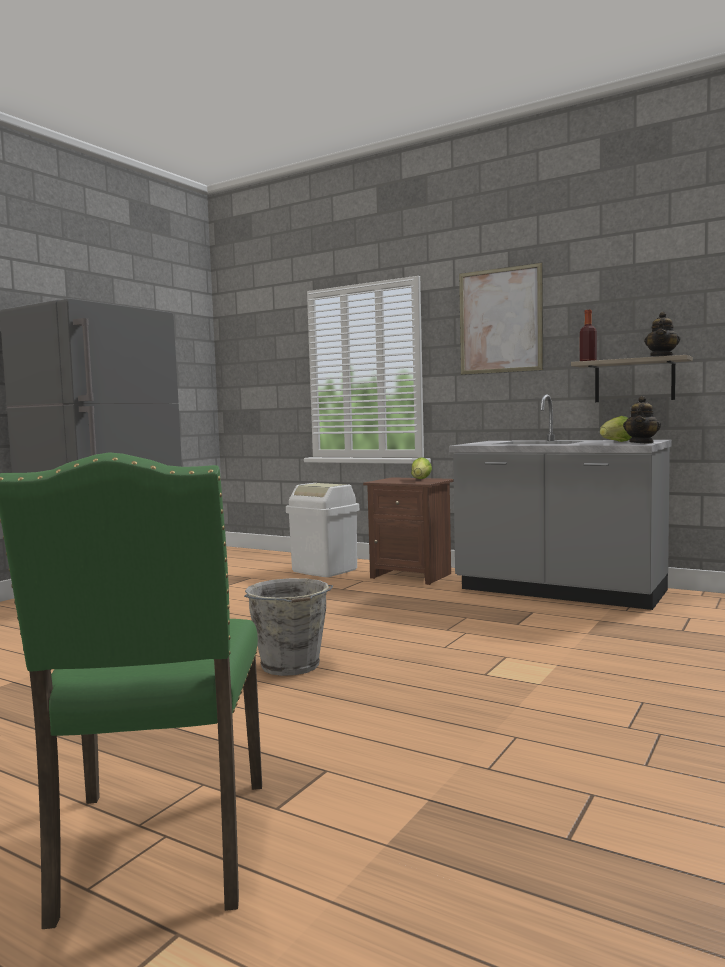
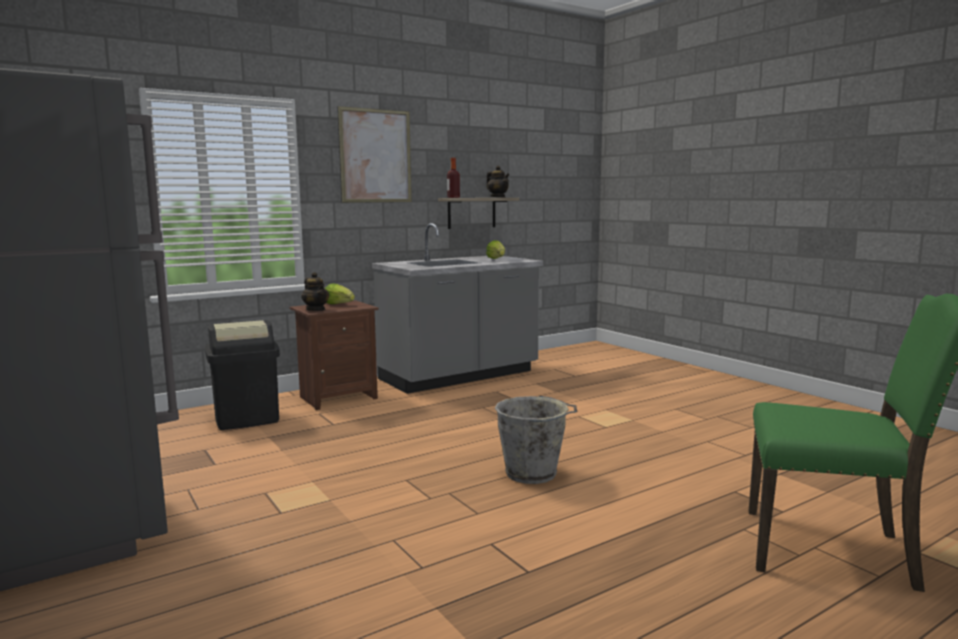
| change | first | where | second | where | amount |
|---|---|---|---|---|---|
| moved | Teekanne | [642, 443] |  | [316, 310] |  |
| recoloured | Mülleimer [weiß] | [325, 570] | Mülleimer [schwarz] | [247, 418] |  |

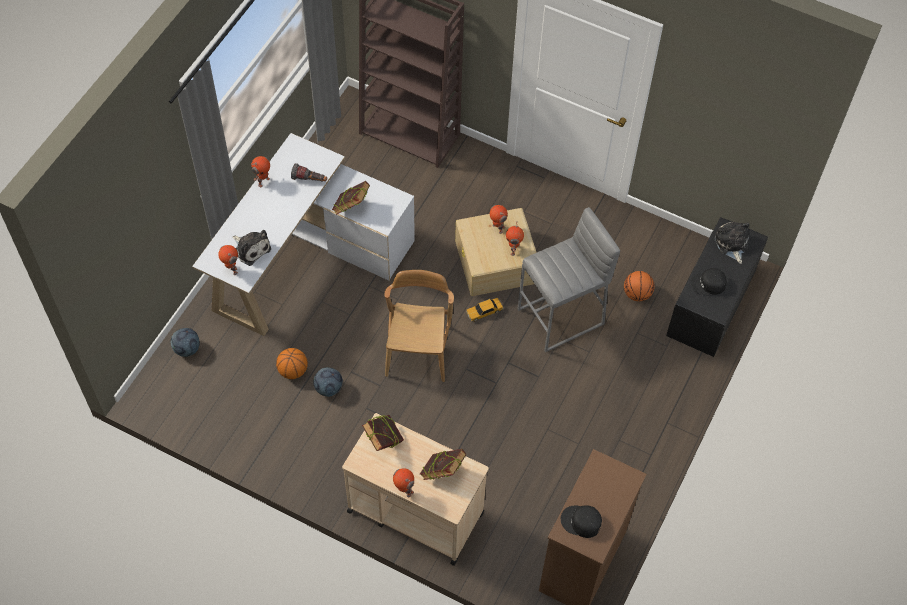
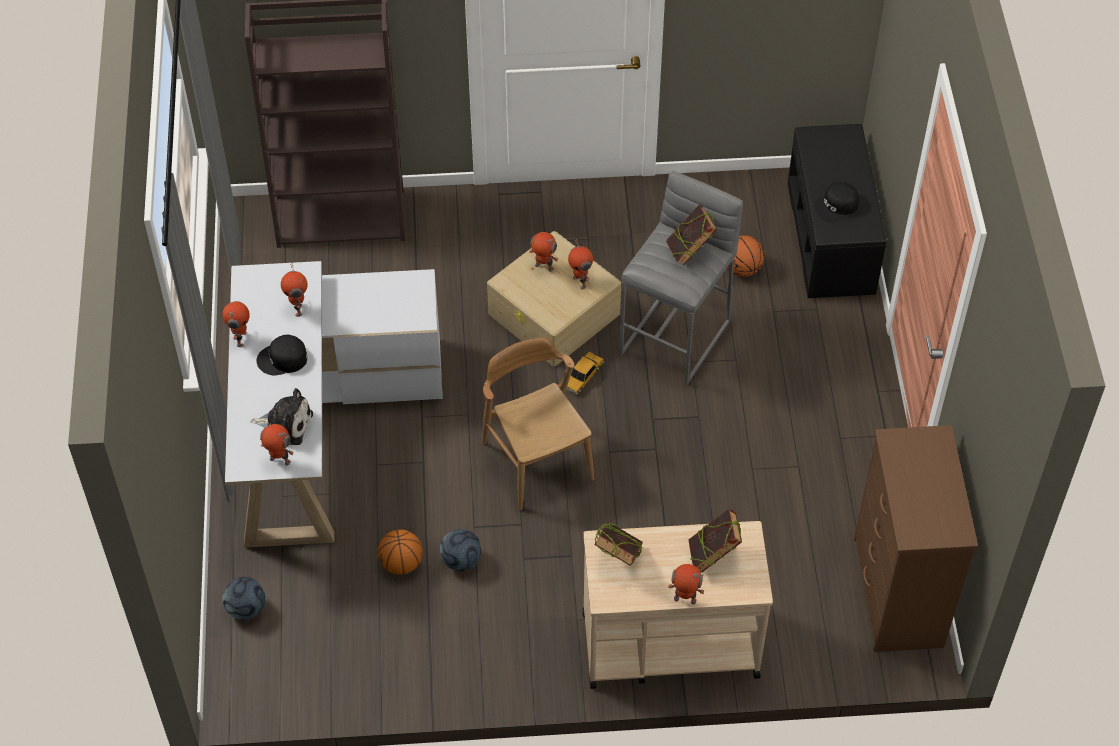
| change | first | where | second | where | amount |
|---|---|---|---|---|---|
| replaced | Taschenlampe | [309, 180] | Spielzeugroboter | [298, 308] |  |
| moved | Buch | [351, 208] |  | [690, 251] |  |
| removed | Plüschtier | [731, 244] |  |  |  |
| moved | Kappe [schwarz] | [581, 522] |  | [283, 359] |  |

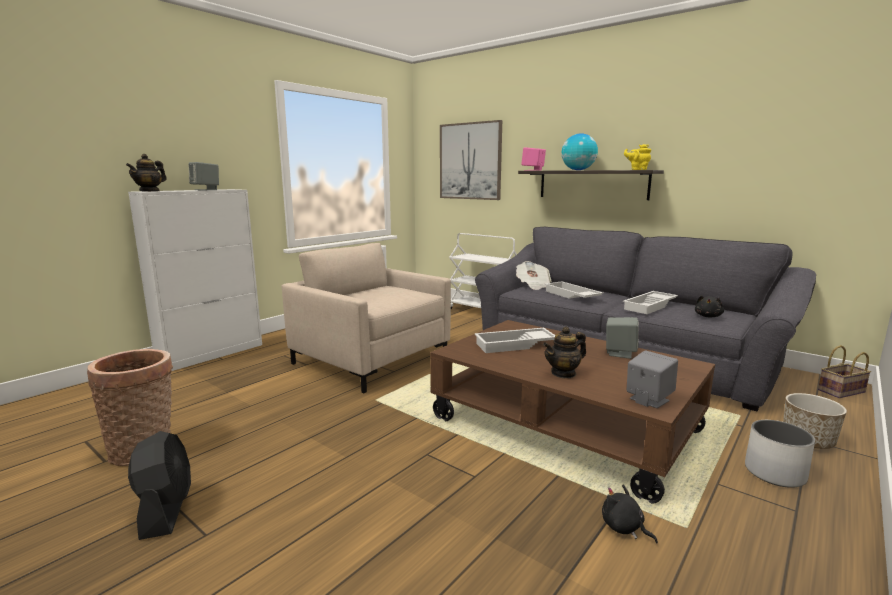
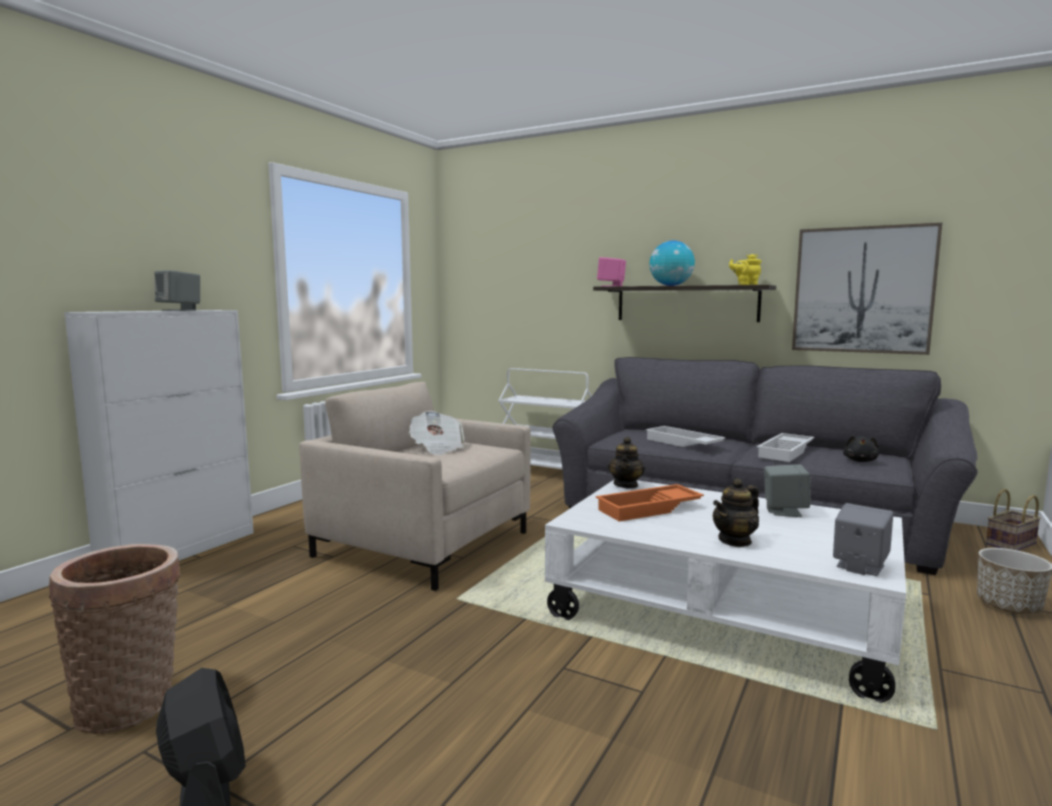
| change | first | where | second | where | amount |
|---|---|---|---|---|---|
| moved | Bild | [470, 161] |  | [862, 290] |  |
| moved | Teekanne | [150, 191] |  | [626, 485] |  |
| moved | Zeitung | [533, 285] |  | [437, 448] |  |
| recoloured | Couchtisch [braun] | [564, 425] | Couchtisch [weiß] | [722, 611] |  |
| recoloured | Tablett [weiß] | [515, 345] | Tablett [orange] | [649, 509] |  |
| removed | Pflanzkübel [weiß] | [775, 473] |  |  |  |
| removed | Plüschtier [schwarz] | [624, 528] |  |  |  |

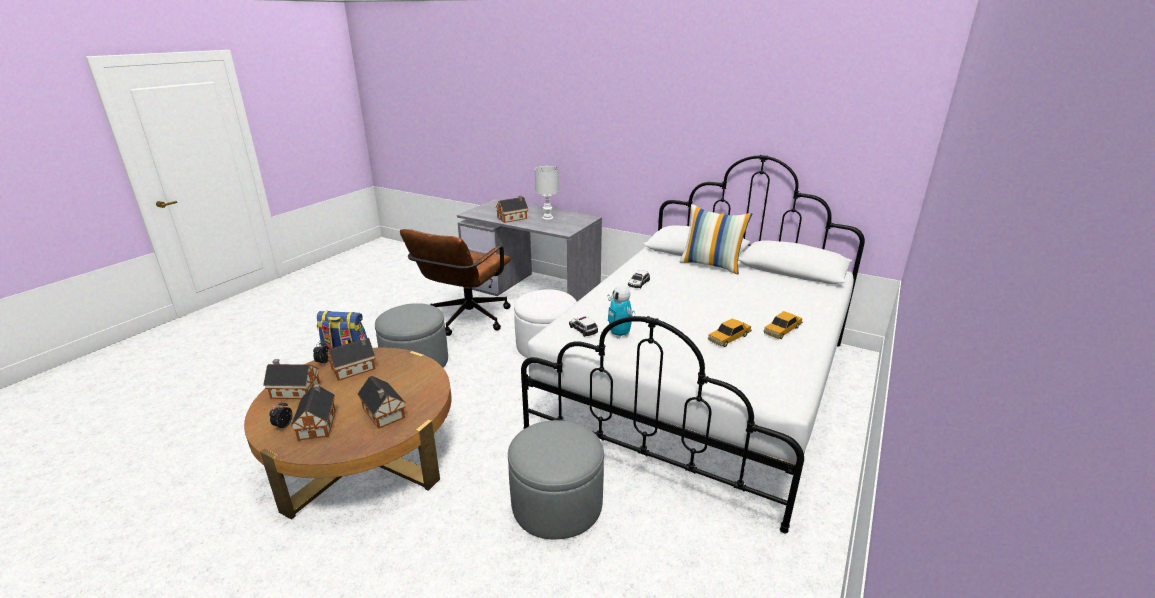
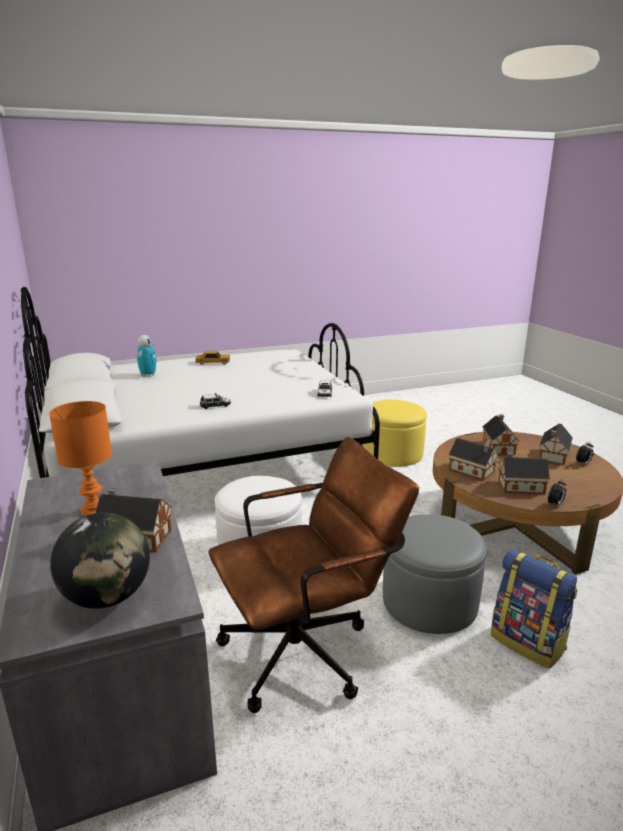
| change | first | where | second | where | amount |
|---|---|---|---|---|---|
| recoloured | Tischlampe [weiß] | [547, 218] | Tischlampe [orange] | [92, 510] |  |
| removed | Kissen | [711, 265] |  |  |  |
| moved | Spielzeugroboter | [619, 335] |  | [148, 375] |  |
| removed | Spielzeugauto | [729, 338] |  |  |  |
| moved | Spielzeughaus | [294, 391] |  | [473, 471] |  |
| recoloured | Polsterhocker [grau] | [557, 503] | Polsterhocker [gelb] | [392, 453] |  |
| added |  |  | Globus | [107, 597] |  |

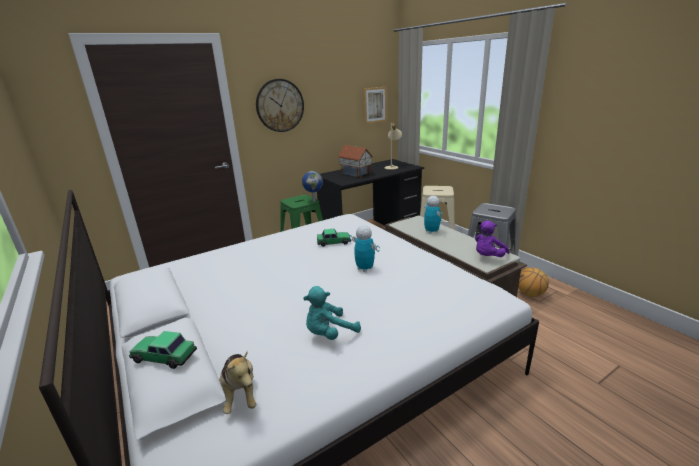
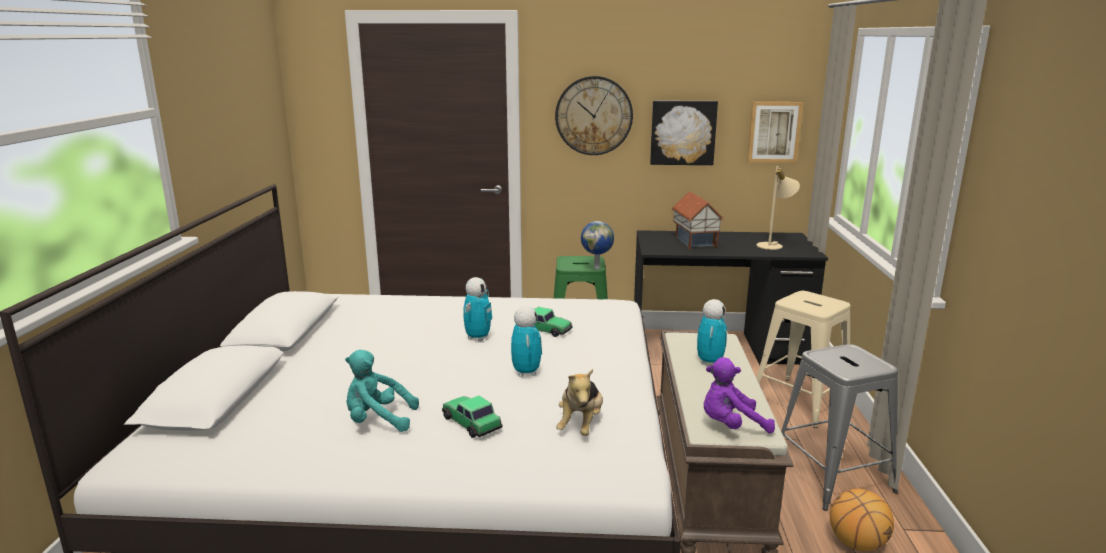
| change | first | where | second | where | amount |
|---|---|---|---|---|---|
| moved | Spielzeugauto | [164, 356] |  | [471, 422] |  |
| moved | Plüschtier | [240, 394] |  | [581, 425] |  |
| added |  |  | Bild | [682, 132] |  |
| added |  |  | Spielzeugroboter | [478, 338] |  |

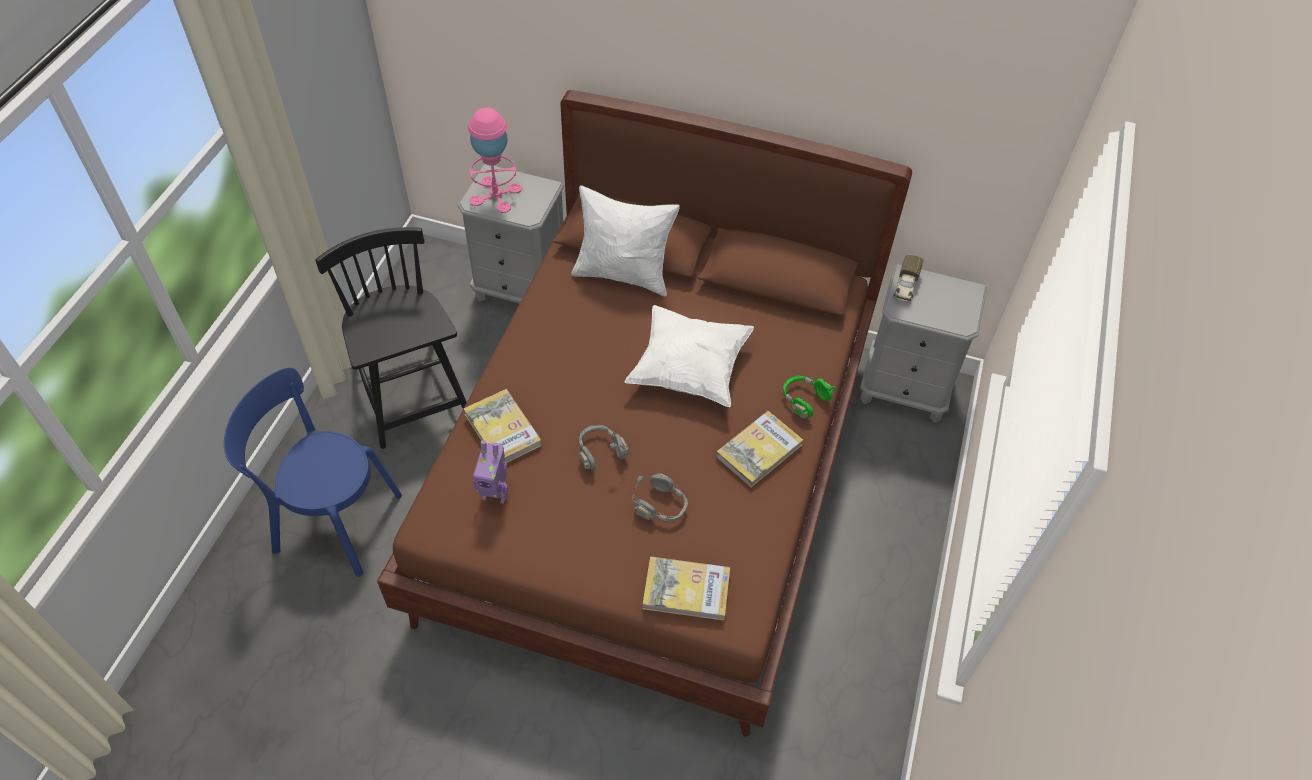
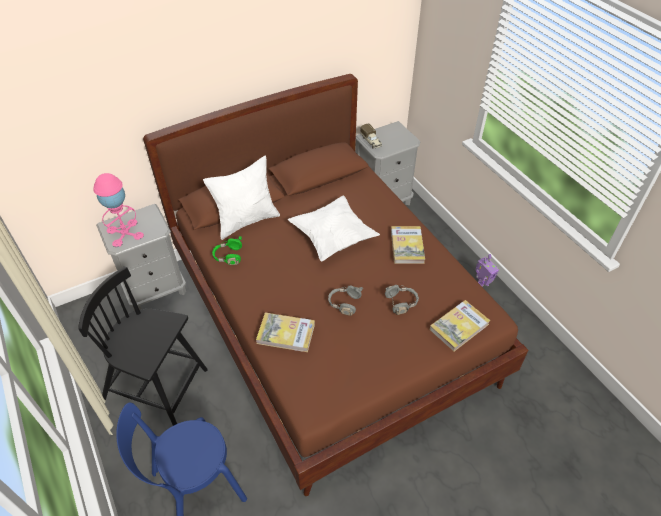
| change | first | where | second | where | amount |
|---|---|---|---|---|---|
| moved | Kopfhörer [grün] | [804, 400] |  | [228, 256] |  |
| moved | Spielzeugroboter | [495, 494] |  | [481, 285] |  |

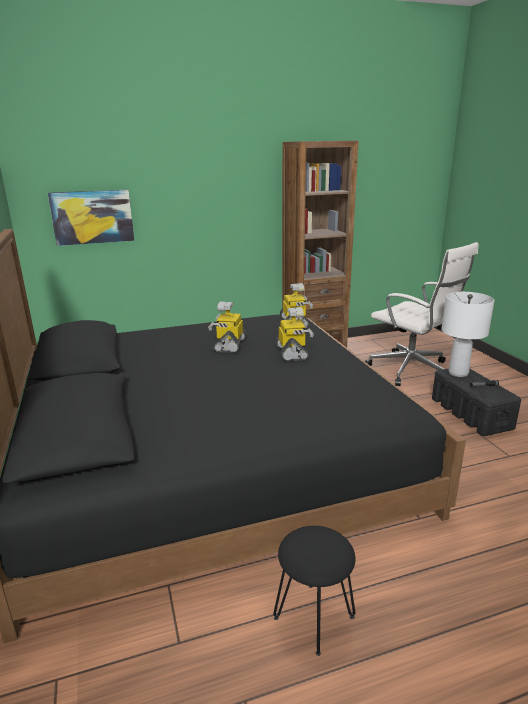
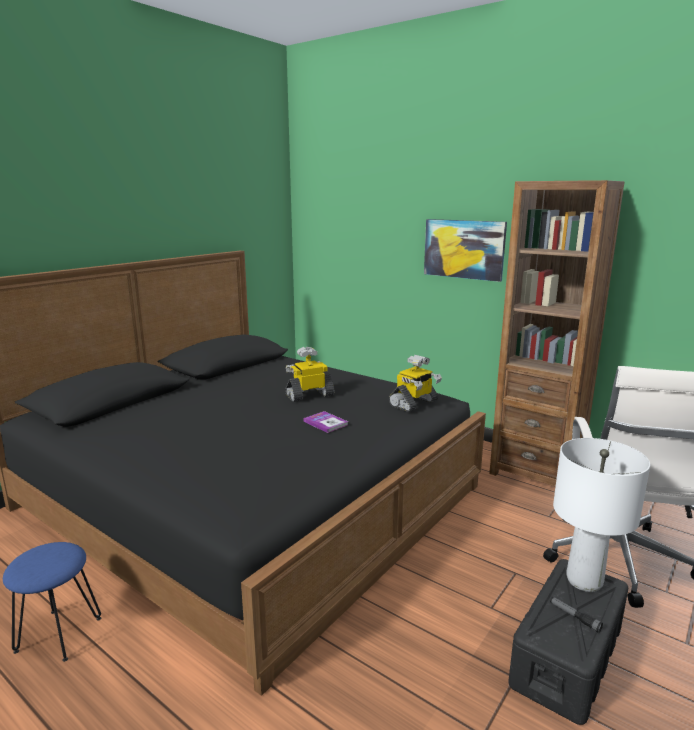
| change | first | where | second | where | amount |
|---|---|---|---|---|---|
| moved | Bild | [92, 217] |  | [464, 249] |  |
| replaced | Spielzeugroboter | [292, 352] | Buch | [325, 423] |  |
| recoloured | Hocker [schwarz] | [314, 617] | Hocker [blau] | [58, 635] |  |

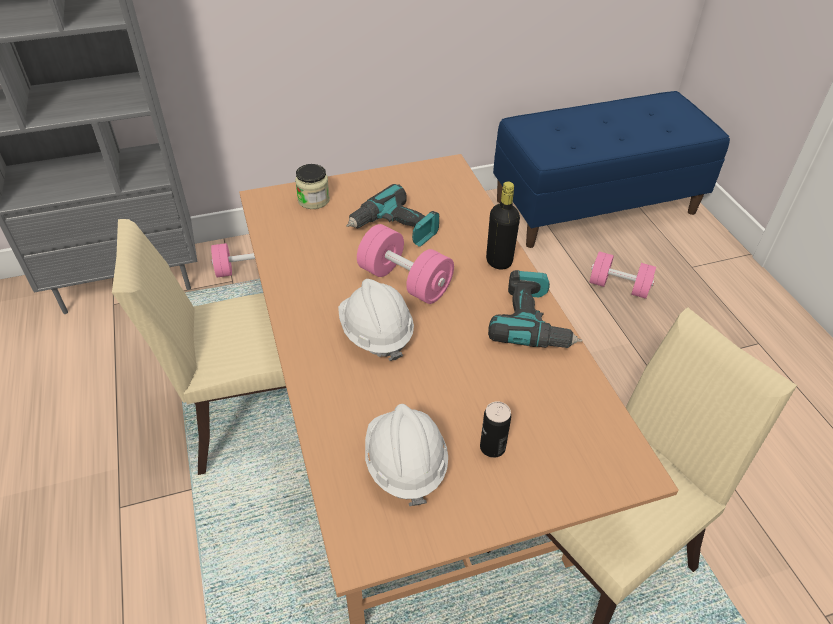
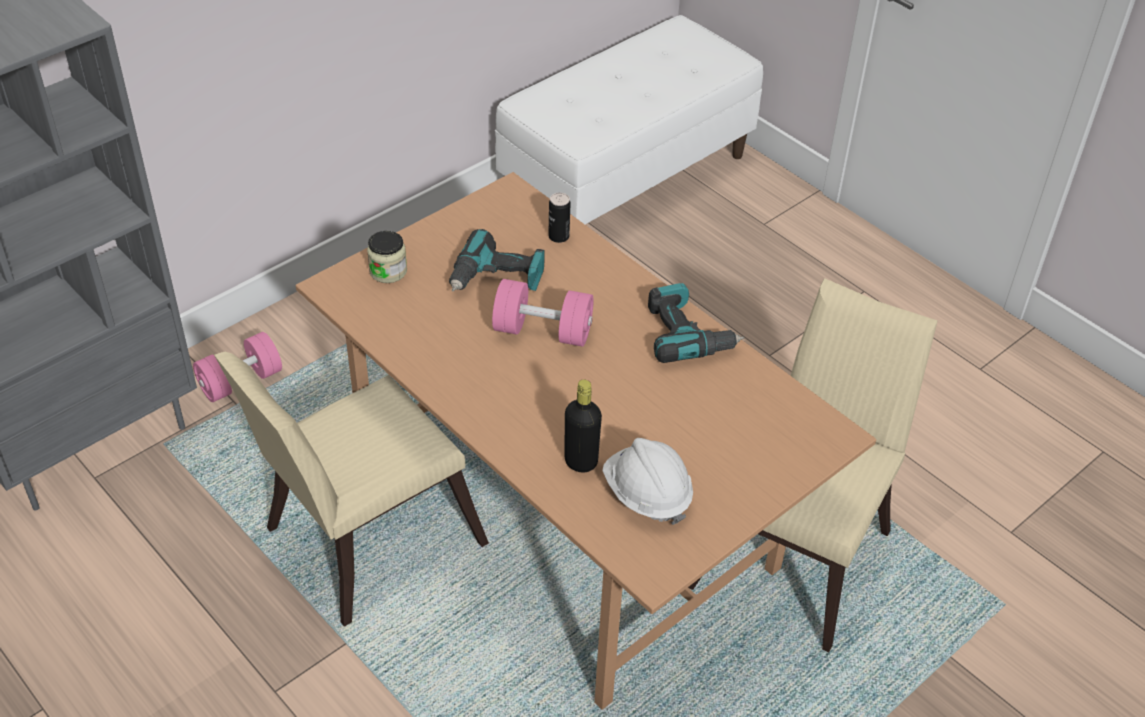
| change | first | where | second | where | amount |
|---|---|---|---|---|---|
| recoloured | Bank [blau] | [595, 206] | Bank [weiß] | [626, 177] |  |
| moved | Flasche [schwarz] | [499, 261] |  | [581, 461] |  |
| removed | Hantel [rosa] | [618, 286] |  |  |  |
| removed | Schutzhelm [weiß] | [376, 333] |  |  |  |
| moved | Dose | [492, 447] |  | [558, 236] |  |

